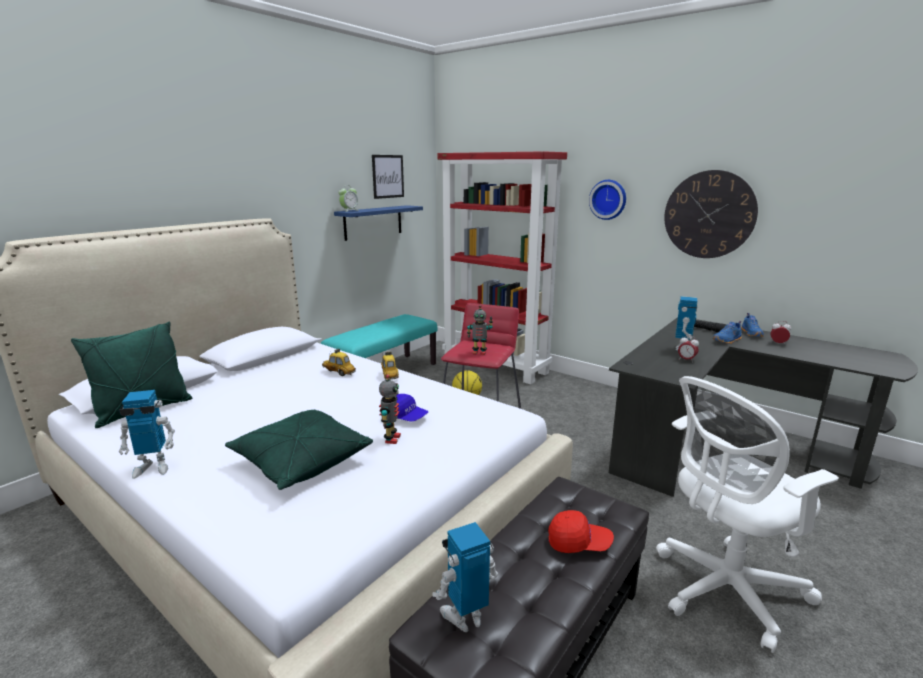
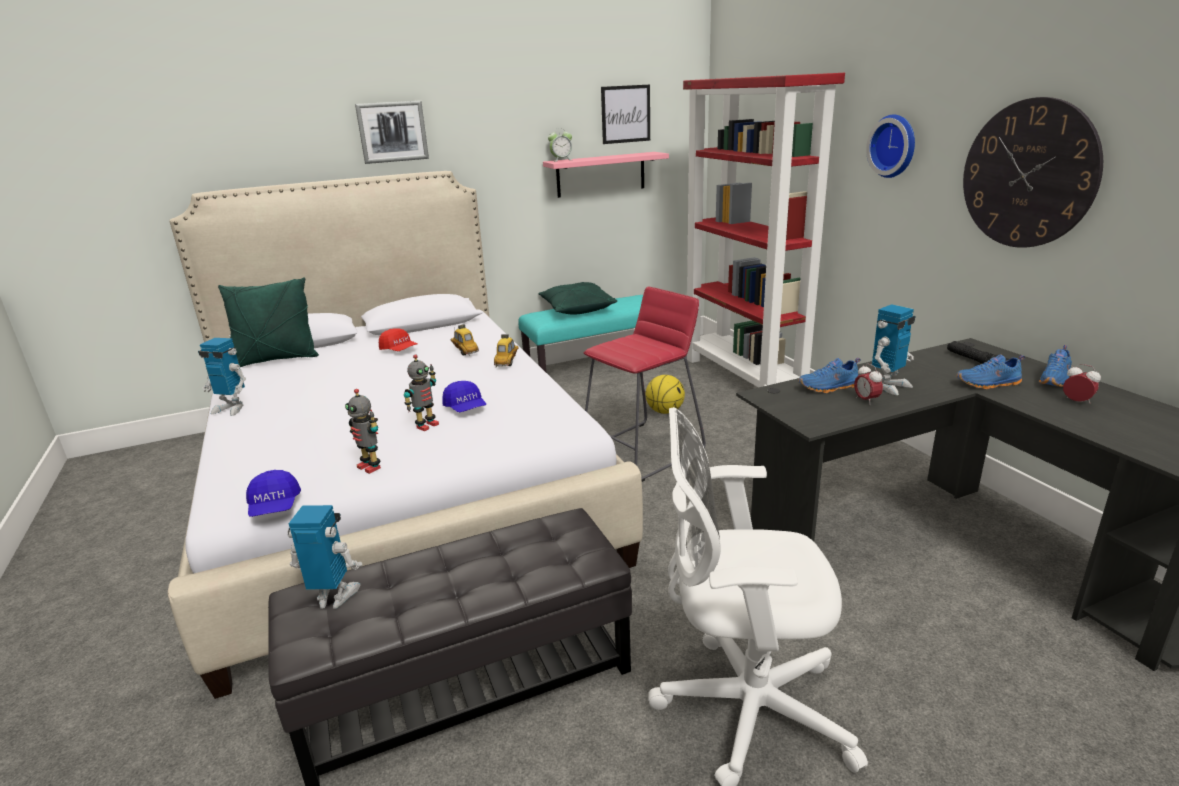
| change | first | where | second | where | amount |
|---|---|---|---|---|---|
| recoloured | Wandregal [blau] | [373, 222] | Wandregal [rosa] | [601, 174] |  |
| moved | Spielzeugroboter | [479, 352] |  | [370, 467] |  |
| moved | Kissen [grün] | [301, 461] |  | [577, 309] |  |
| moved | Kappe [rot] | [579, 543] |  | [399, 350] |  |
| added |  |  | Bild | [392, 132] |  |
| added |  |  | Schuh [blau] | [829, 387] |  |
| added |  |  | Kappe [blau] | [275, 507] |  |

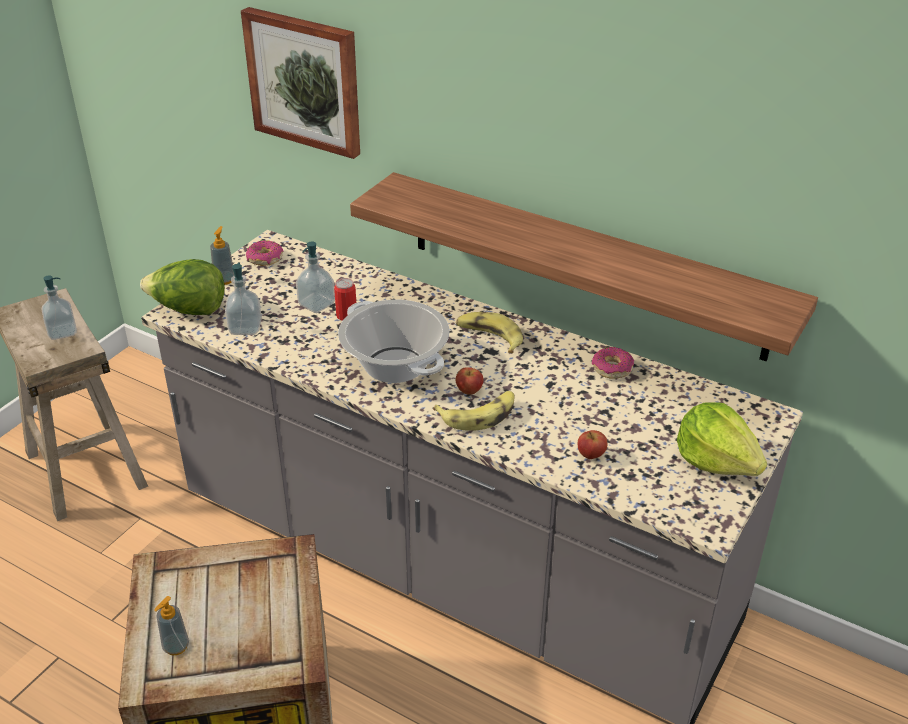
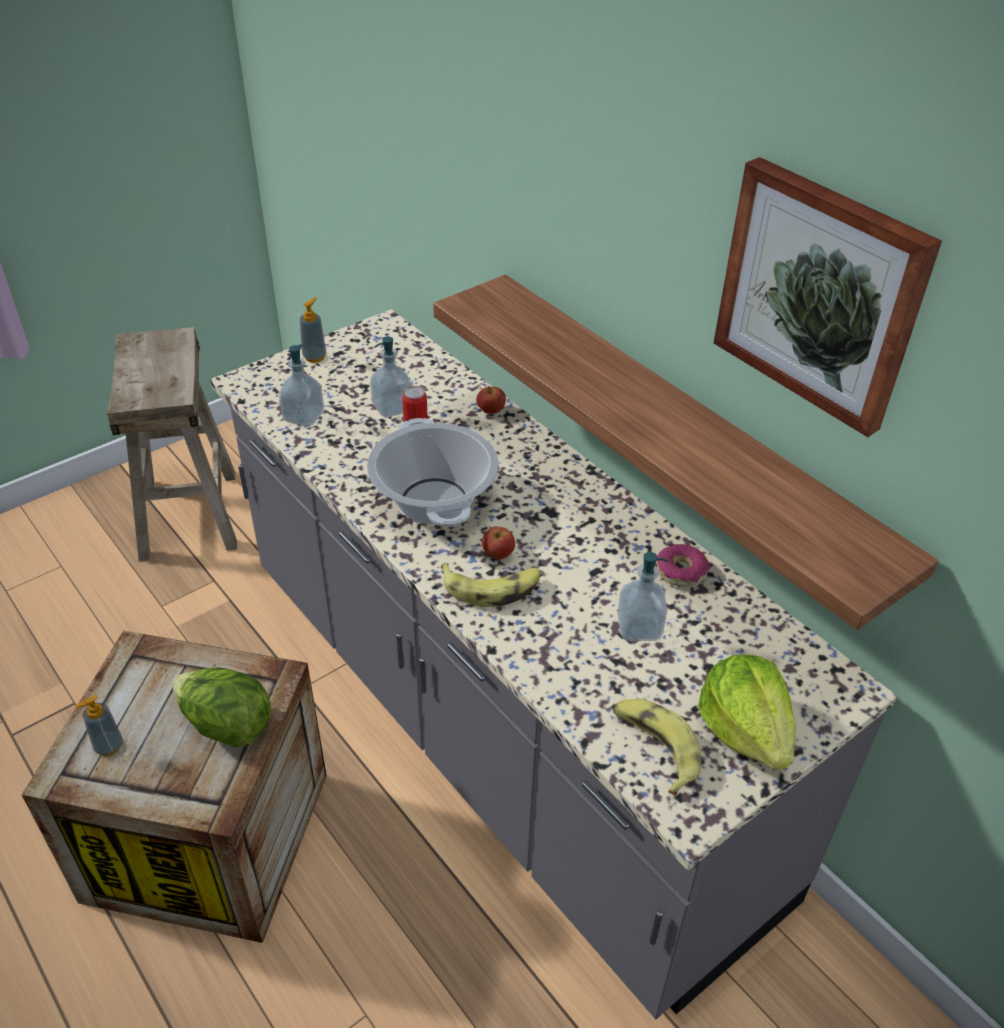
| change | first | where | second | where | amount |
|---|---|---|---|---|---|
| moved | Bild | [305, 81] |  | [820, 294] |  |
| removed | Donut | [265, 259] |  |  |  |
| moved | Salatkopf | [189, 310] |  | [226, 725] |  |
| moved | Seifenspender | [62, 332] |  | [639, 628] |  |
| moved | Banane | [489, 337] |  | [655, 747] |  |
| moved | Apfel | [591, 455] |  | [491, 411] |  |

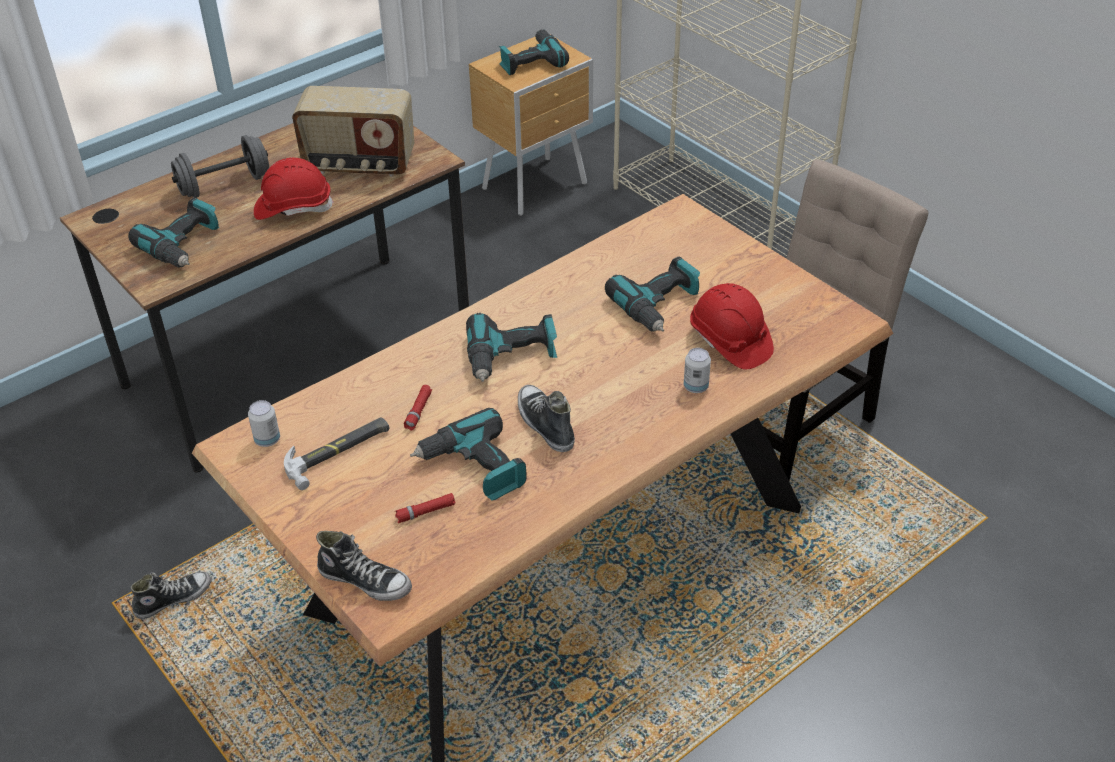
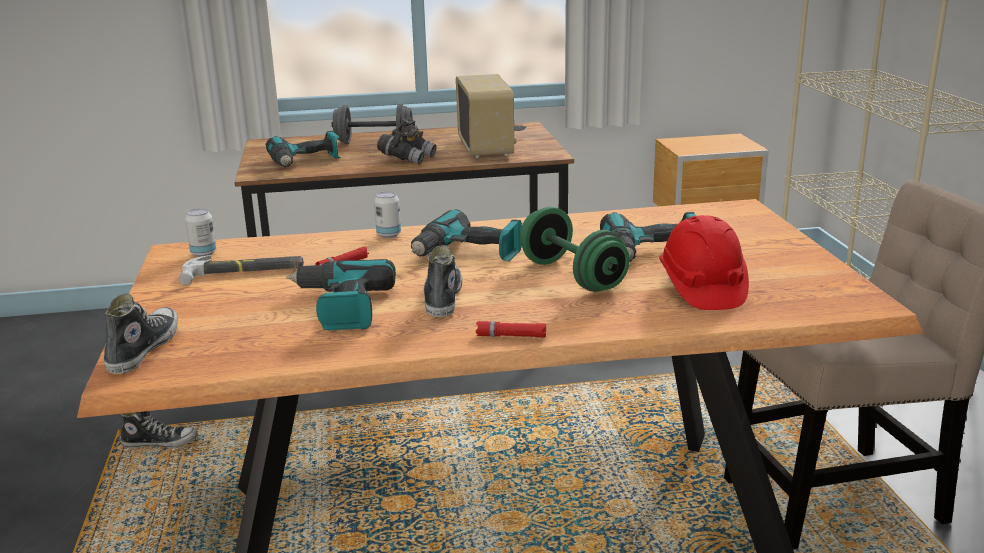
| change | first | where | second | where | amount |
|---|---|---|---|---|---|
| removed | Bohrmaschine | [530, 61] |  |  |  |
| turned | Radio | [359, 164] |  | [486, 148] | 135 degrees counterclockwise |
| replaced | Schutzhelm [rot] | [293, 207] | Fernglas [grau] | [407, 158] |  |
| moved | Dose | [695, 387] |  | [388, 235] |  |
| moved | Taschenlampe [rot] | [425, 512] |  | [511, 336] |  |
| turned | Schuh | [365, 581] |  | [143, 349] | 135 degrees counterclockwise |
| added |  |  | Hantel [grün] | [572, 276] |  |

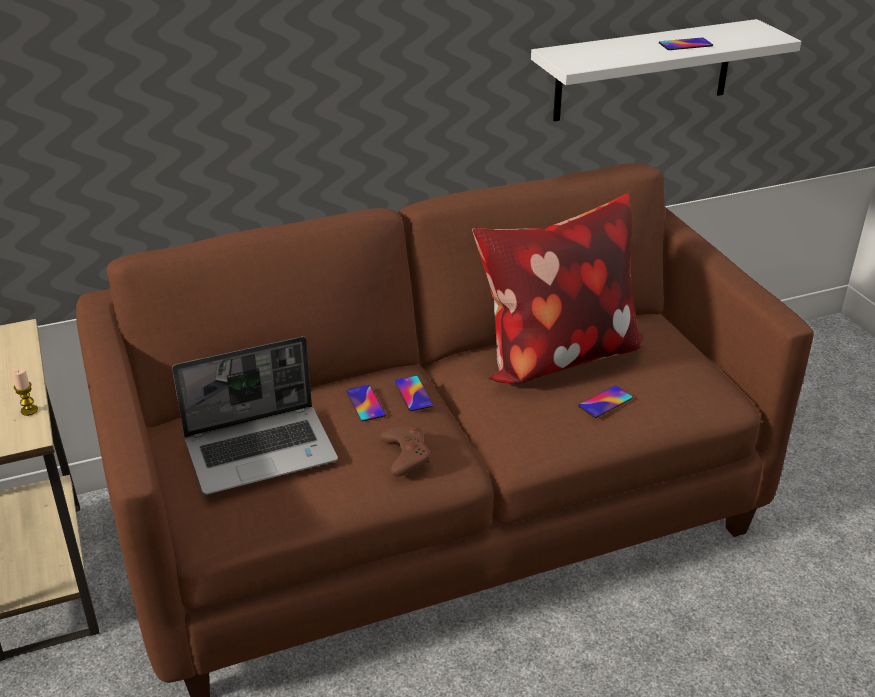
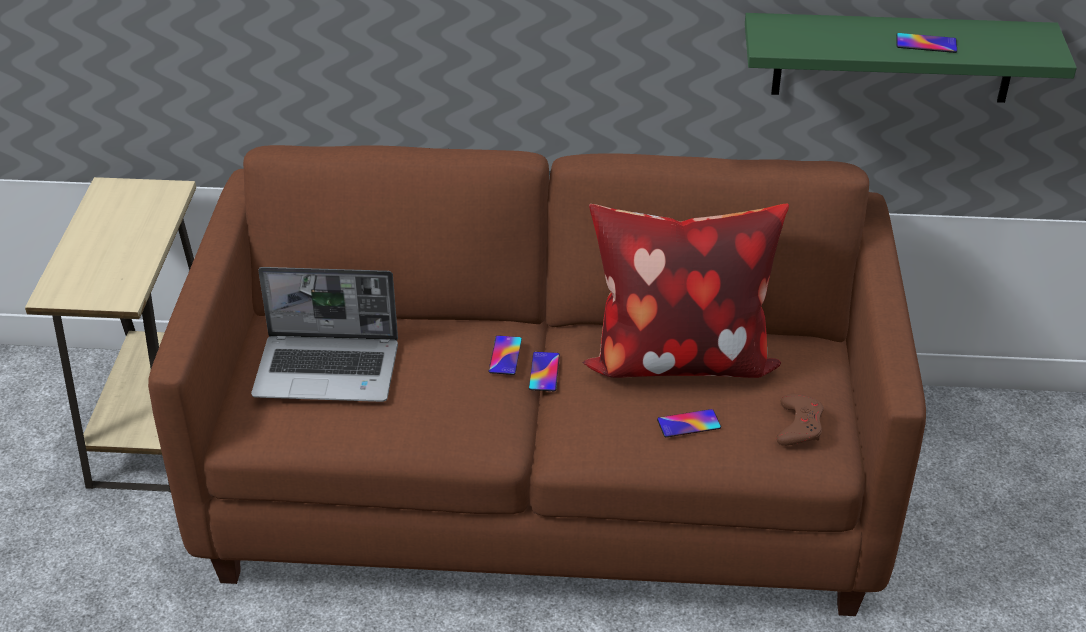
| change | first | where | second | where | amount |
|---|---|---|---|---|---|
| recoloured | Wandregal [weiß] | [643, 70] | Wandregal [grün] | [894, 57] |  |
| removed | Kerze | [29, 410] |  |  |  |
| moved | Handy | [365, 403] |  | [544, 372] |  |
| moved | Gamepad [braun] | [405, 454] |  | [799, 425] |  |

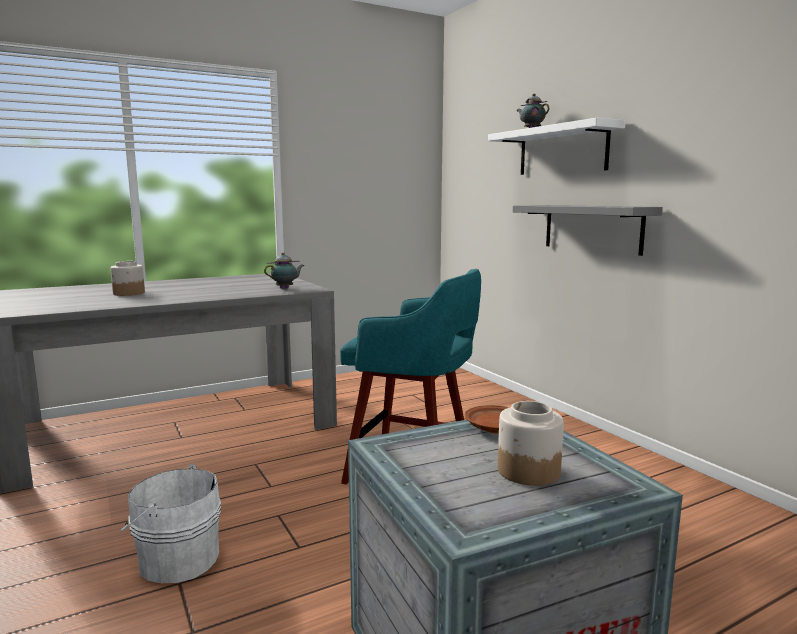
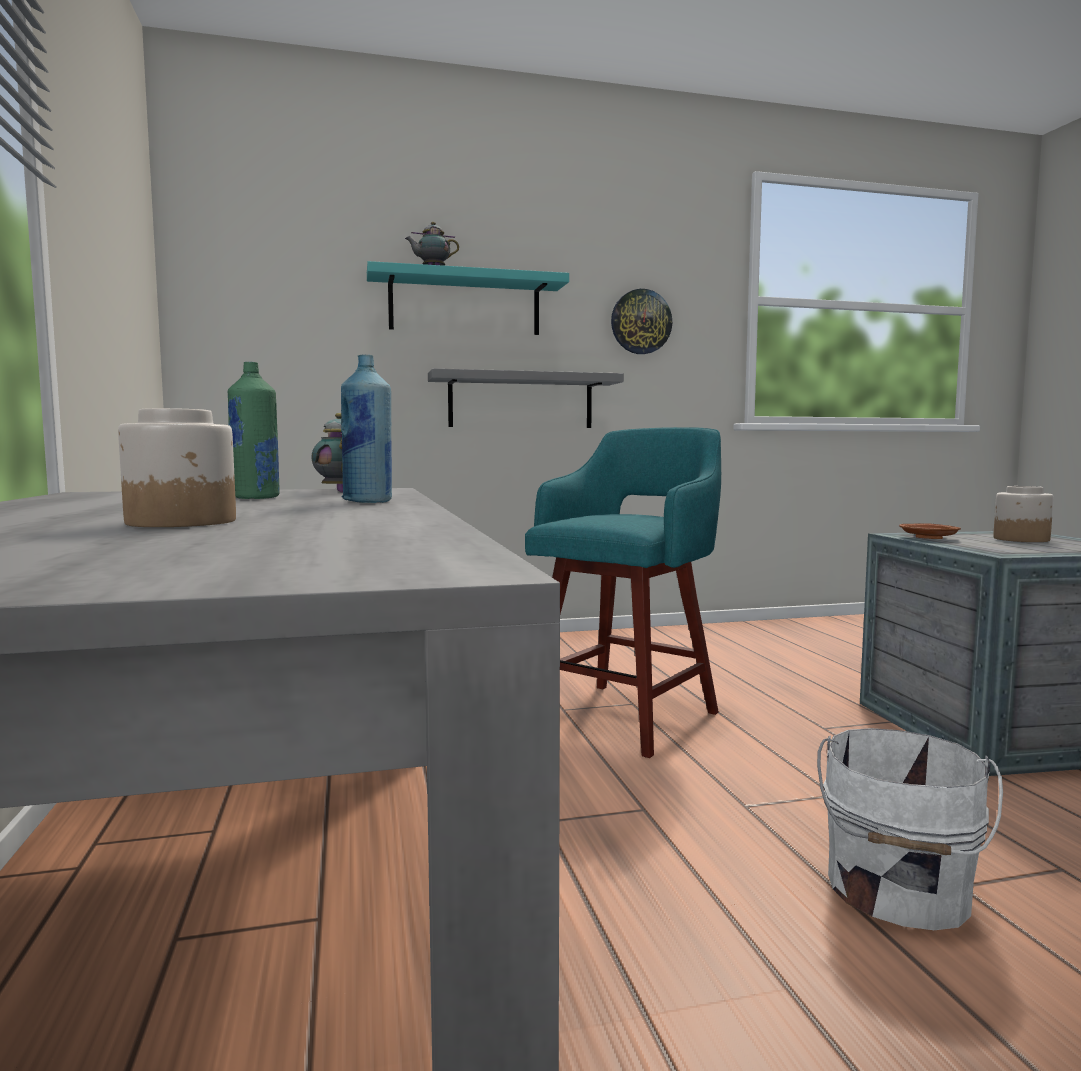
| change | first | where | second | where | amount |
|---|---|---|---|---|---|
| recoloured | Wandregal [weiß] | [562, 151] | Wandregal [türkis] | [465, 304] |  |
| added |  |  | Wanduhr | [641, 322] |  |
| added |  |  | Flasche [blau] | [368, 501] |  |
| added |  |  | Flasche [grün] | [256, 498] |  |

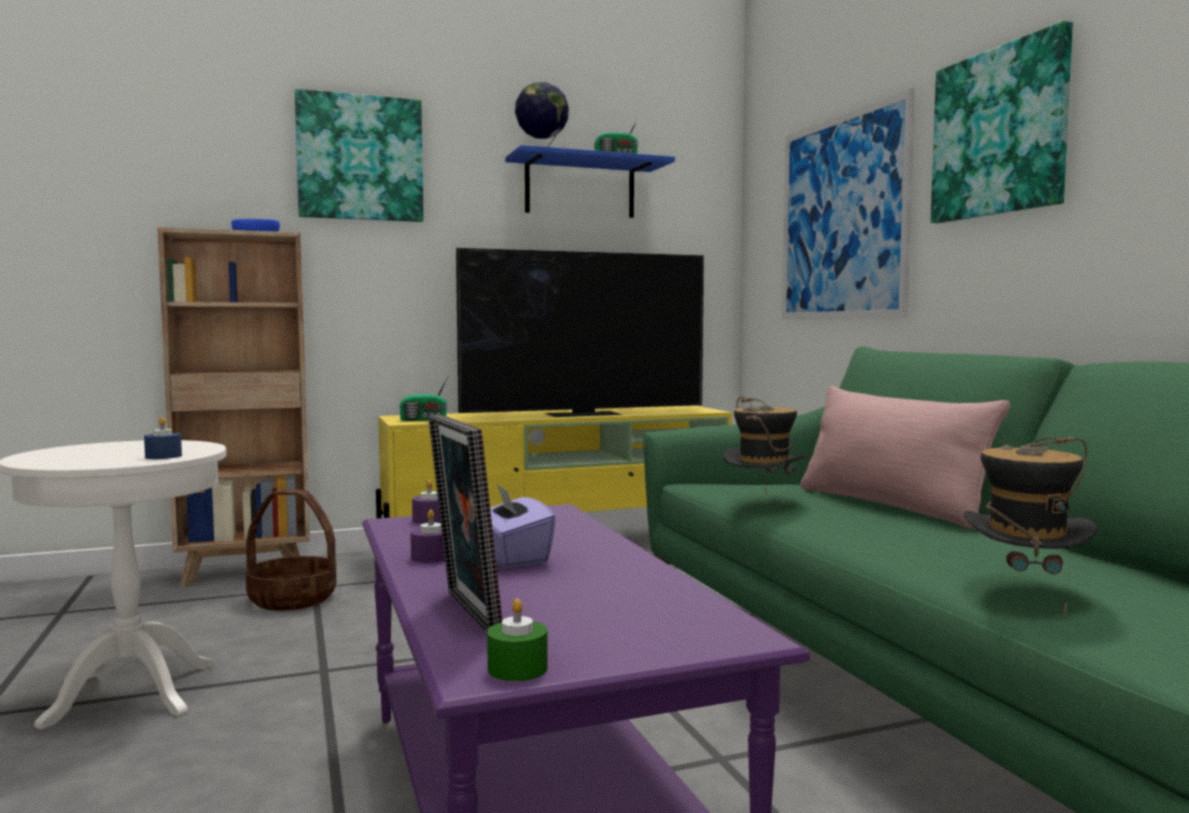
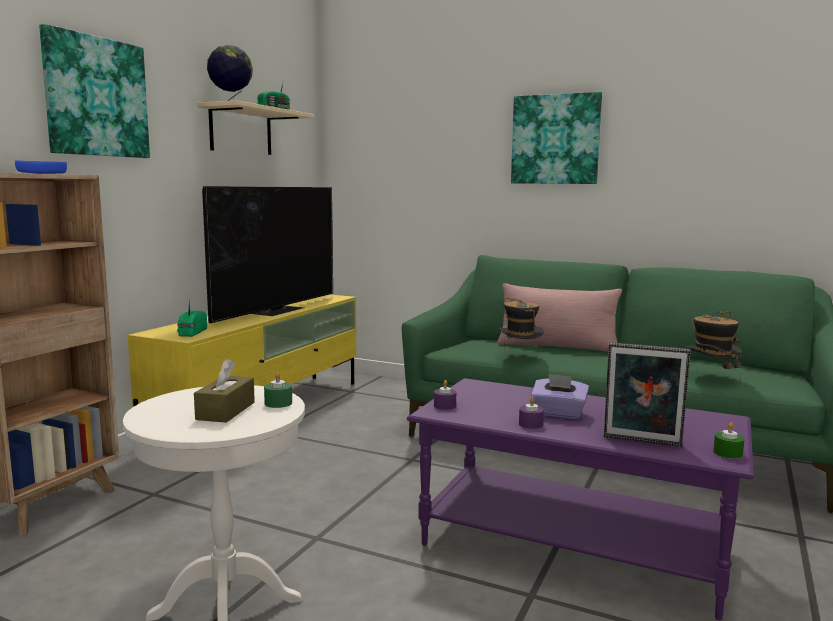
| change | first | where | second | where | amount |
|---|---|---|---|---|---|
| removed | Bild | [841, 218] |  |  |  |
| recoloured | Wandregal [blau] | [580, 188] | Wandregal [beige] | [241, 131] |  |
| turned | Radio | [425, 419] |  | [191, 333] | 150 degrees clockwise |
| recoloured | Kerze [blau] | [163, 456] | Kerze [grün] | [278, 403] |  |
| removed | Korb | [293, 599] |  |  |  |
| added |  |  | Taschentuchbox [braun] | [226, 411] |  |

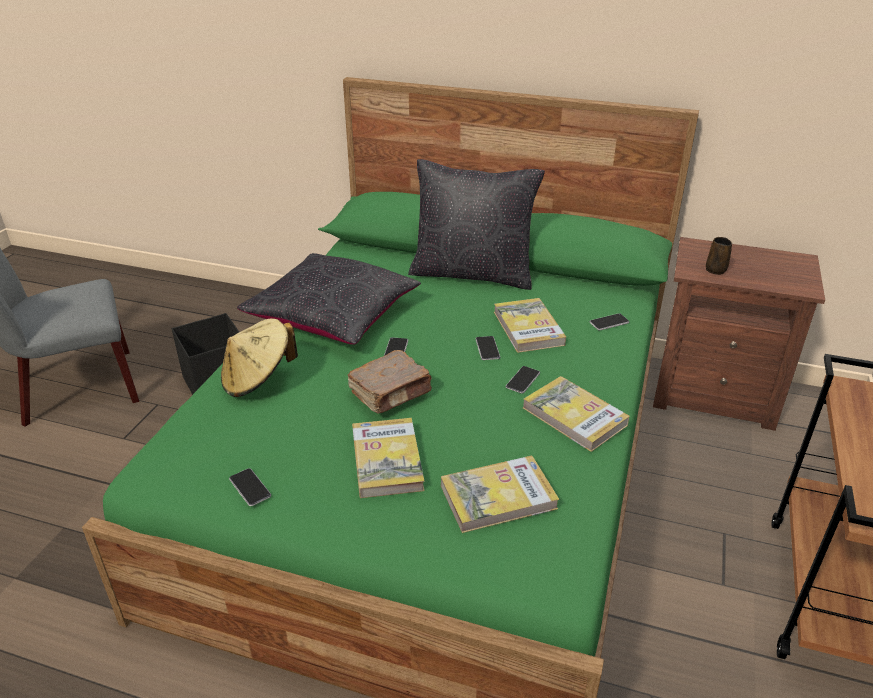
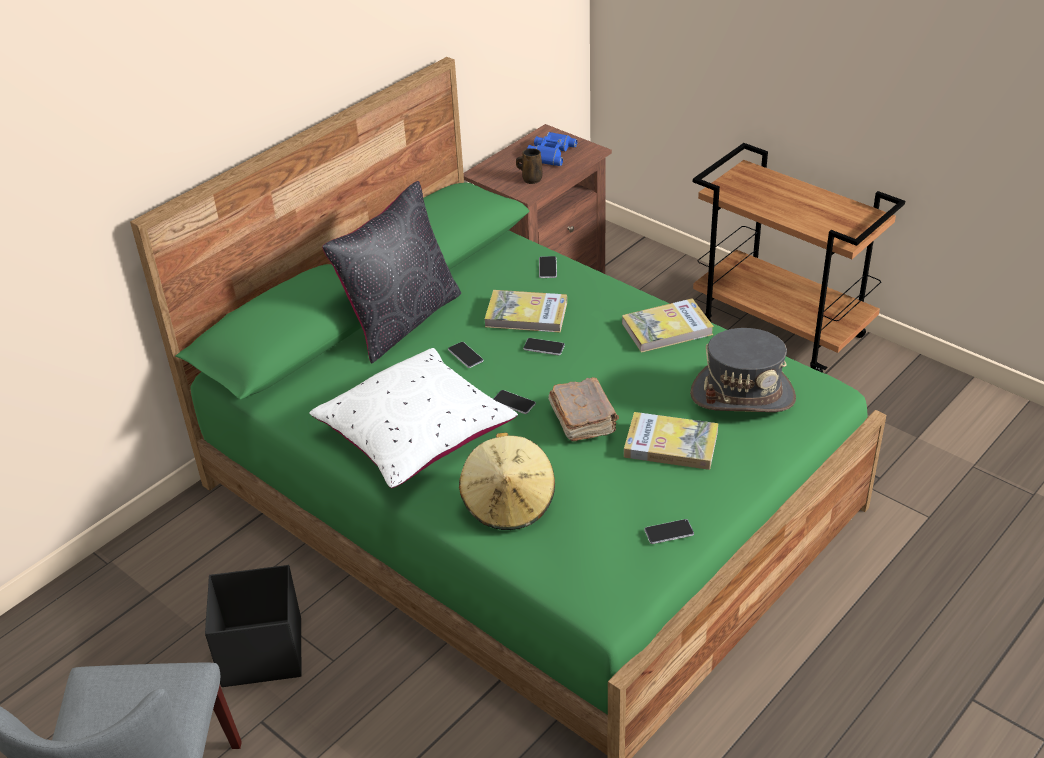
| change | first | where | second | where | amount |
|---|---|---|---|---|---|
| recoloured | Kissen [schwarz] | [333, 315] | Kissen [weiß] | [415, 434] |  |
| moved | Handy | [522, 380] |  | [465, 355] |  |
| replaced | Buch | [498, 497] | Hut [grau] | [743, 395] |  |
| added |  |  | Fernglas [blau] | [550, 153] |  |

